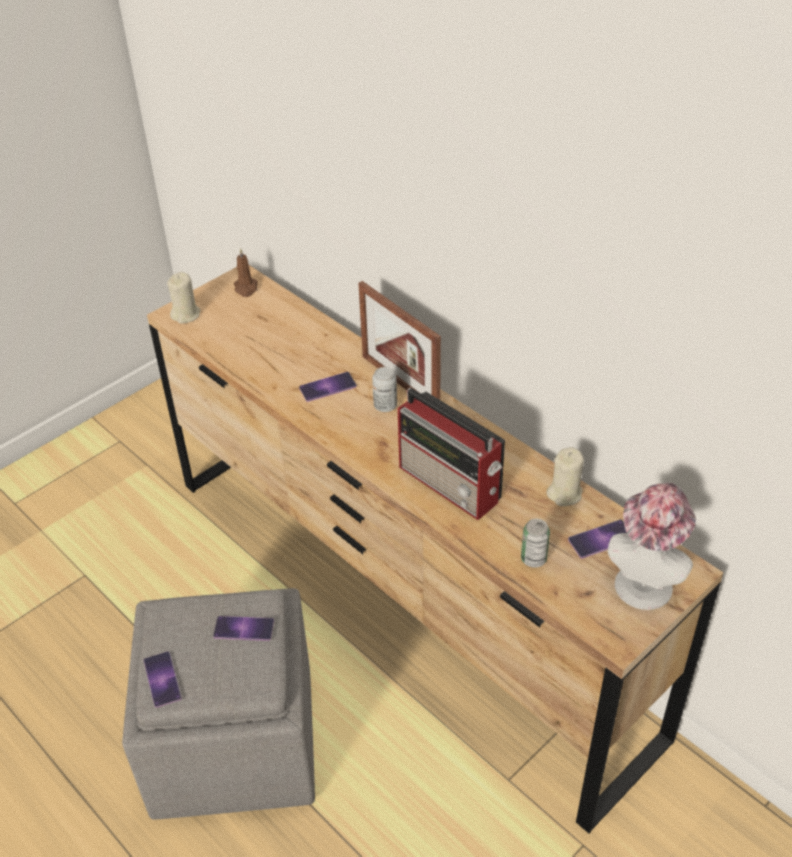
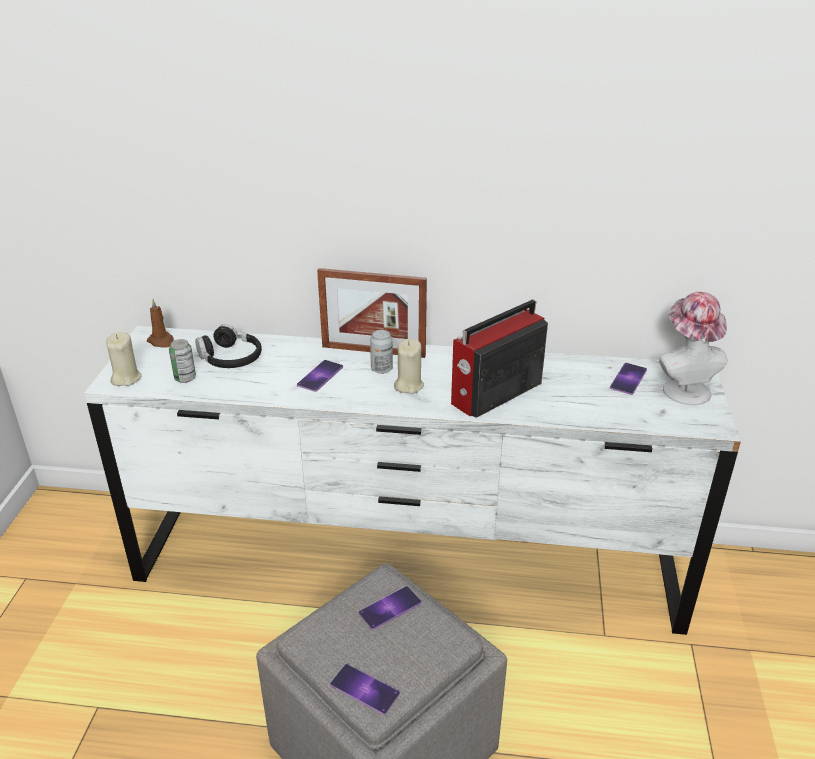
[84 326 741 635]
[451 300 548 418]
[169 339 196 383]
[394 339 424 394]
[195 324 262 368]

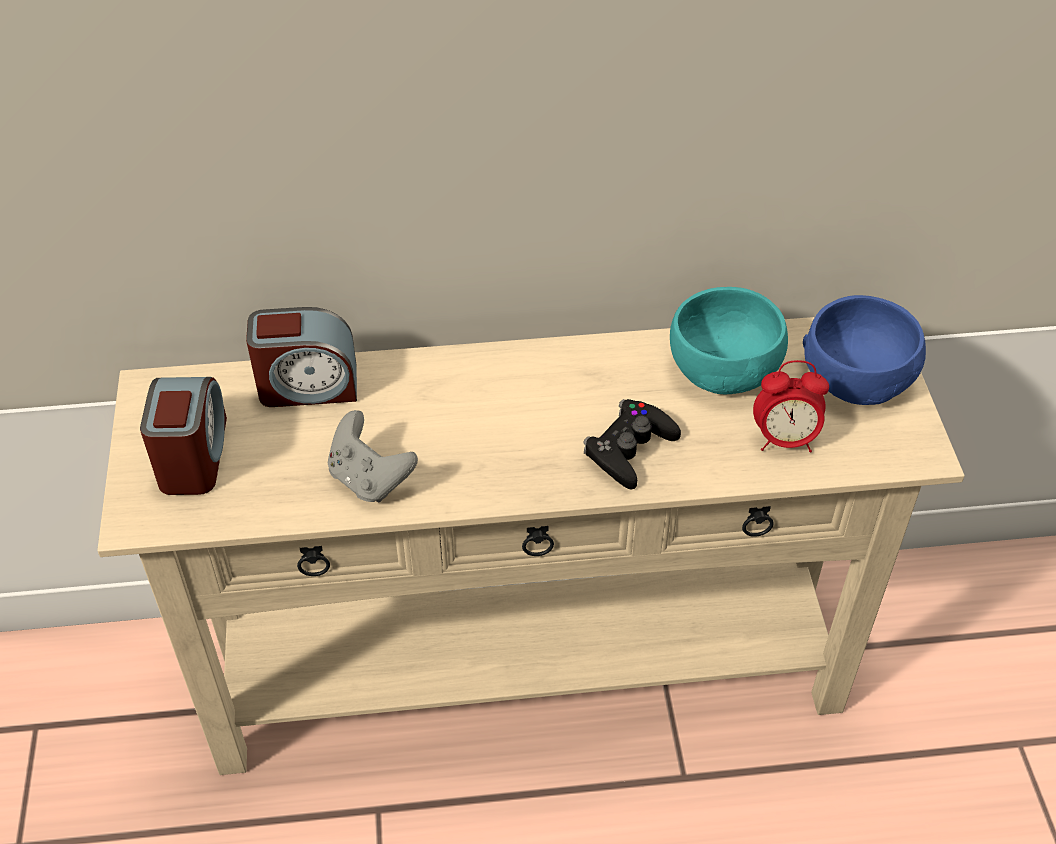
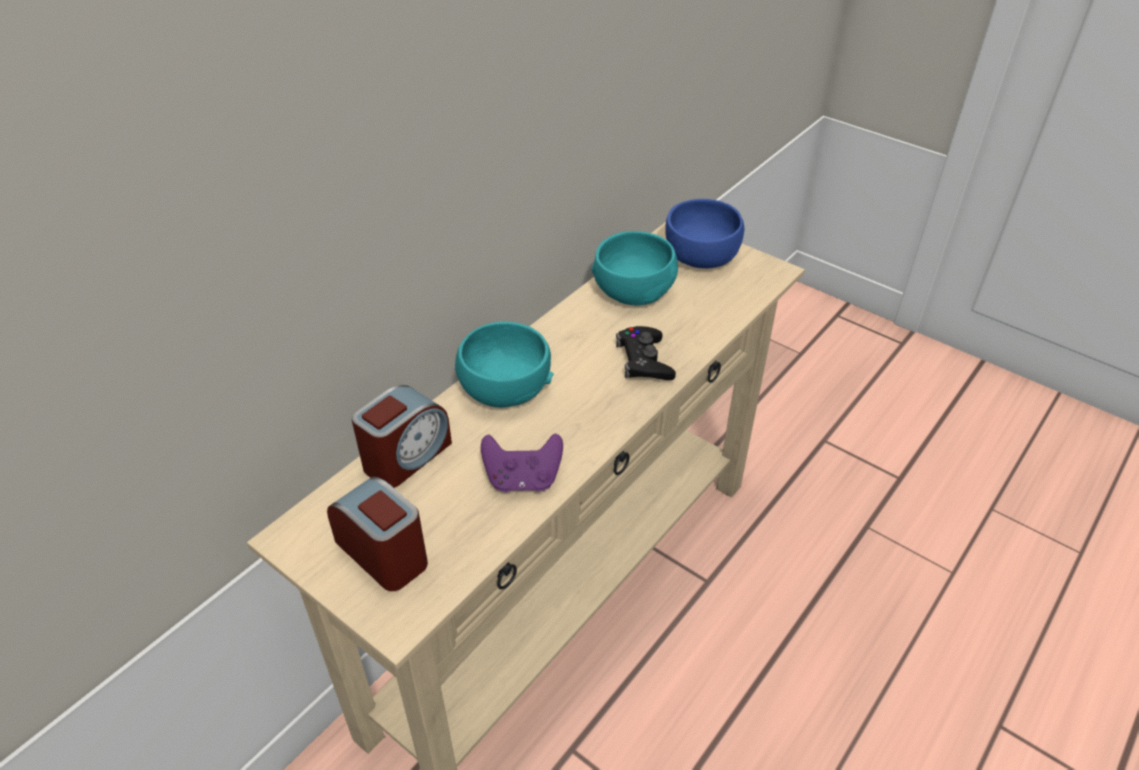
[481 433 563 492]
[753 360 829 452] (first image)
[455 321 554 407]

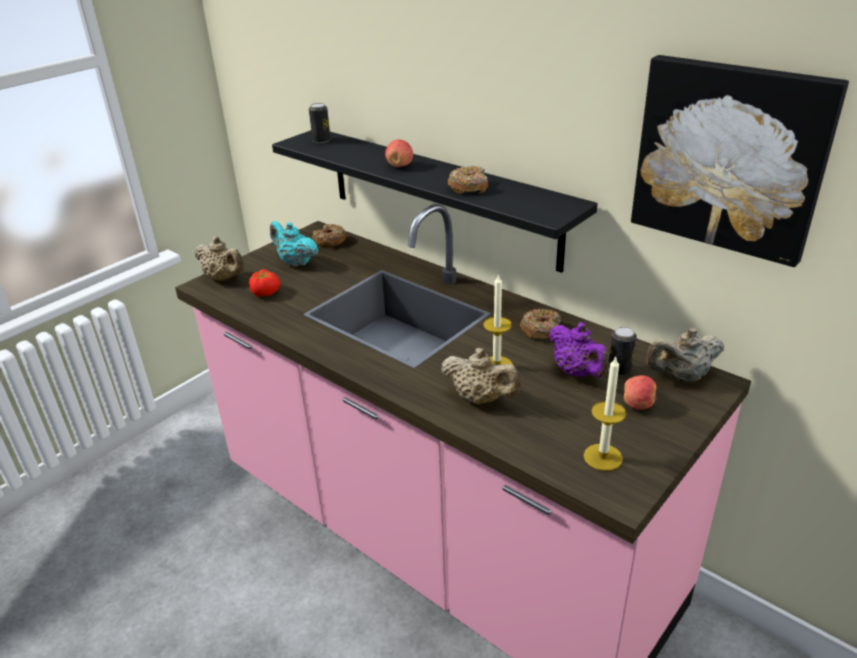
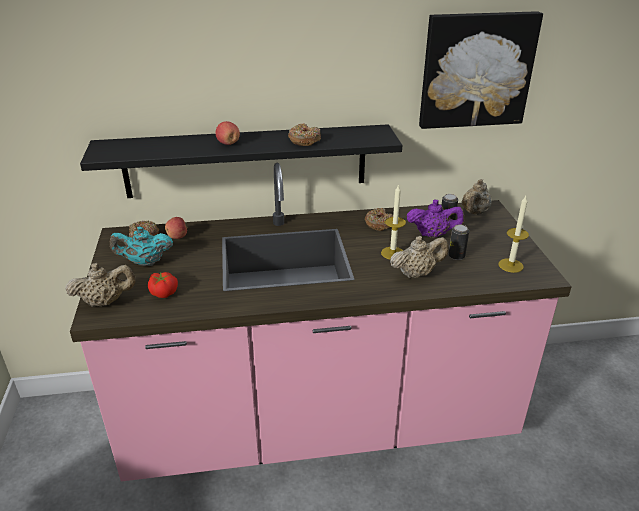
[448 224 469 260]
[165 217 188 239]

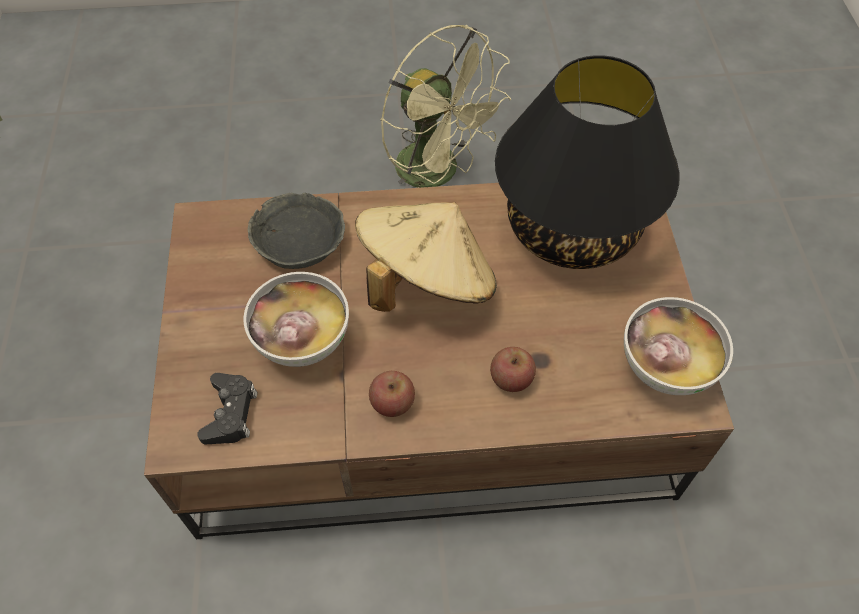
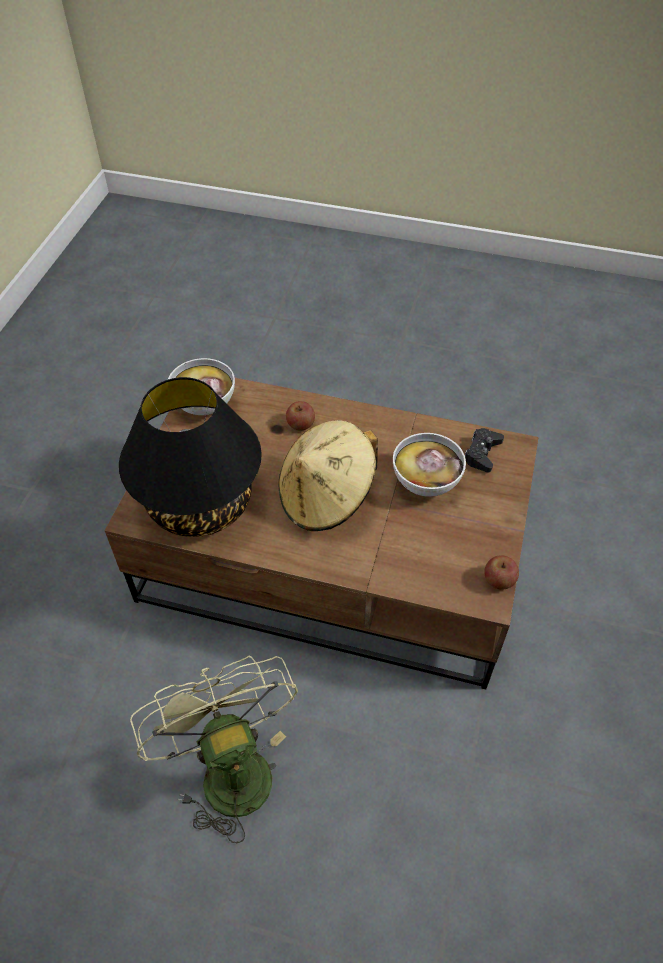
[248 192 345 269] (first image)
[484 555 519 590]

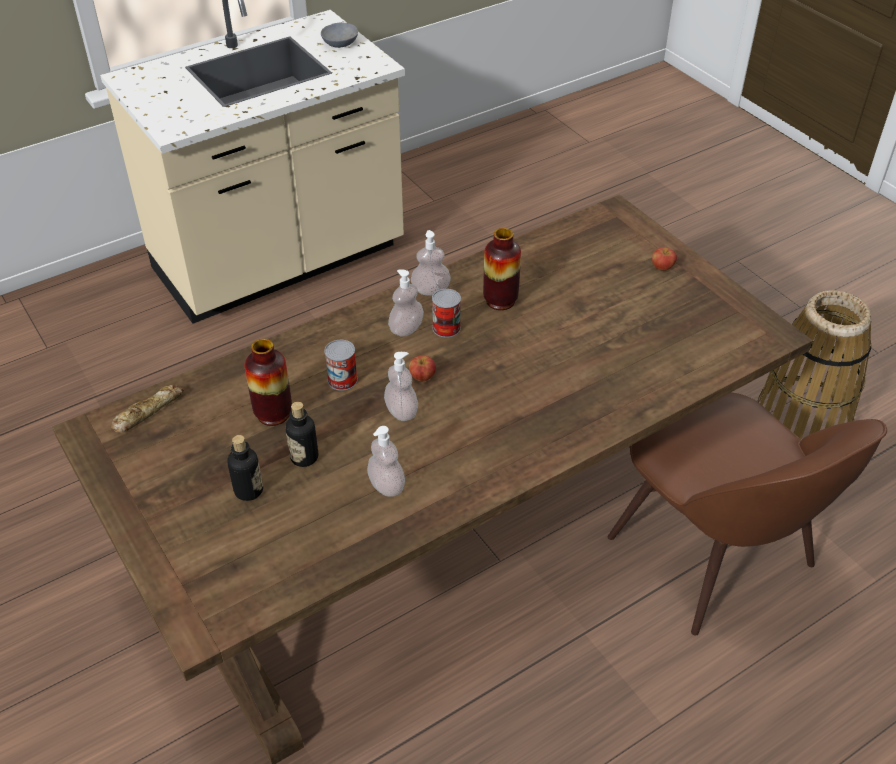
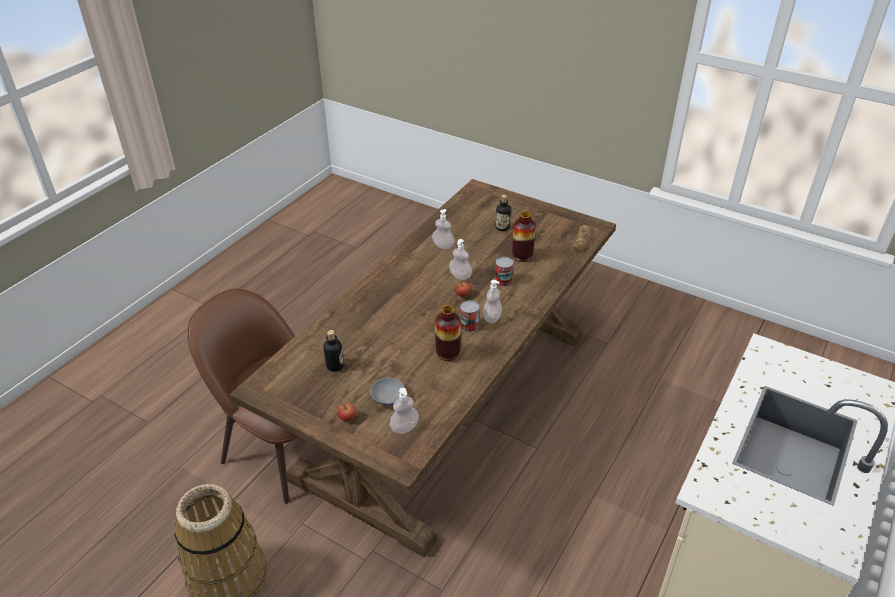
[323 330 344 372]
[370 378 405 406]
[390 388 419 434]

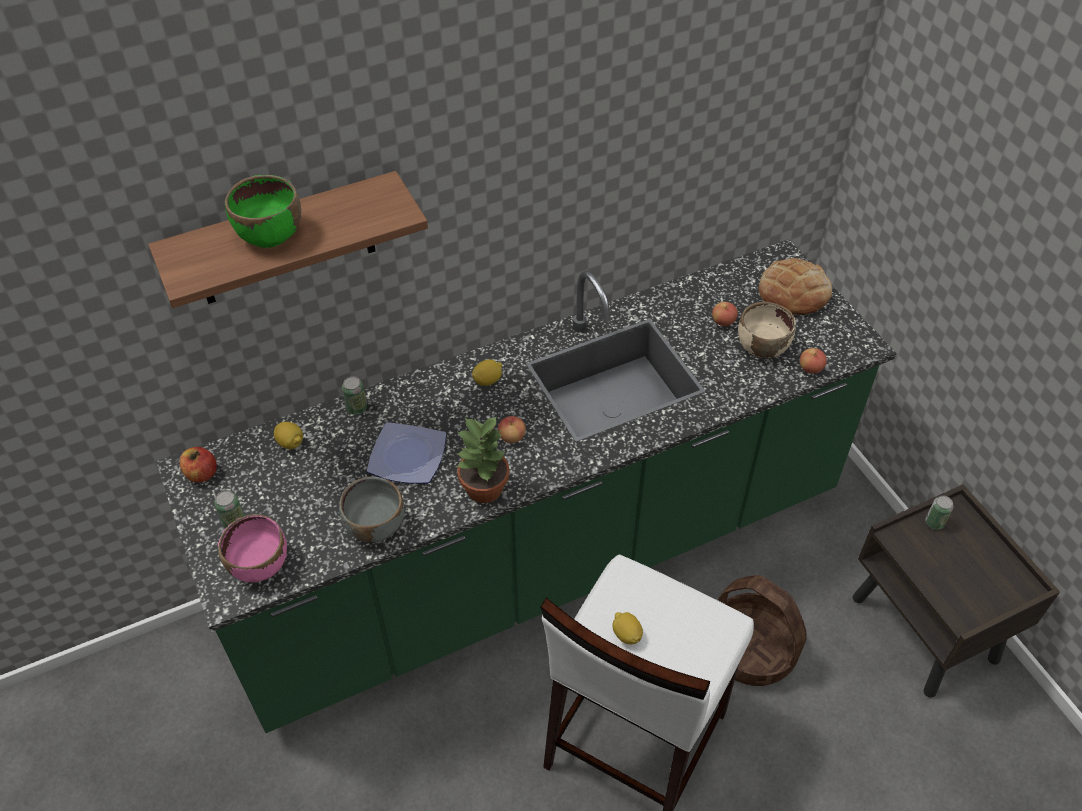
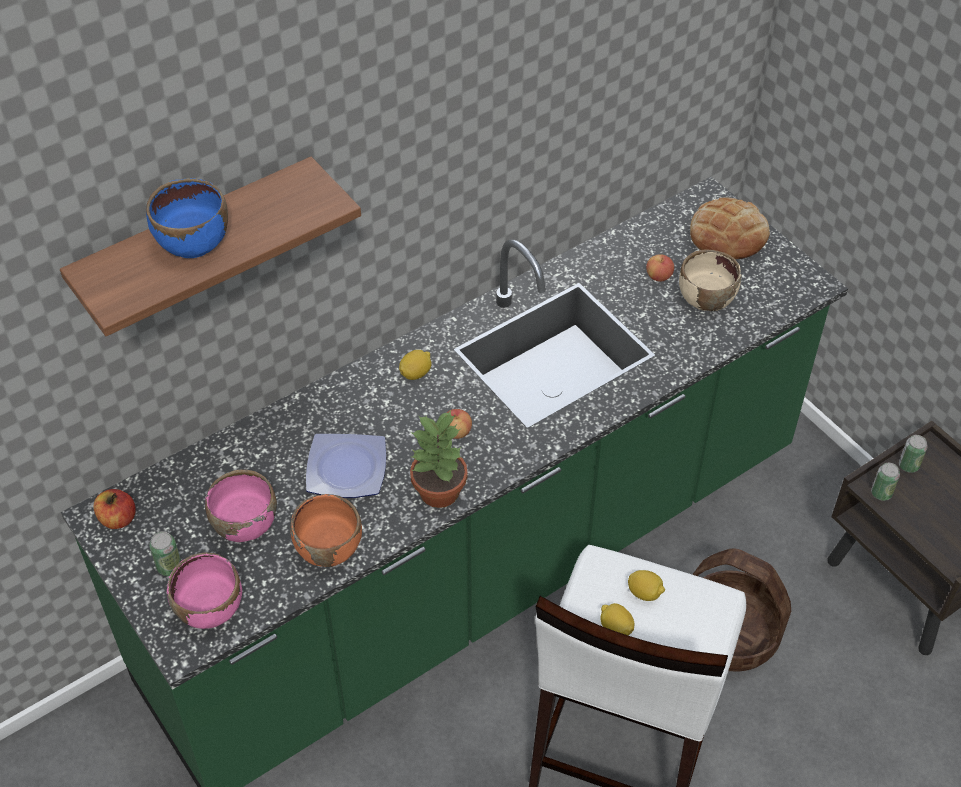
[146 178 228 258]
[628 570 665 601]
[290 494 362 567]
[871 463 900 501]
[800 348 827 374] (first image)
[205 470 277 542]

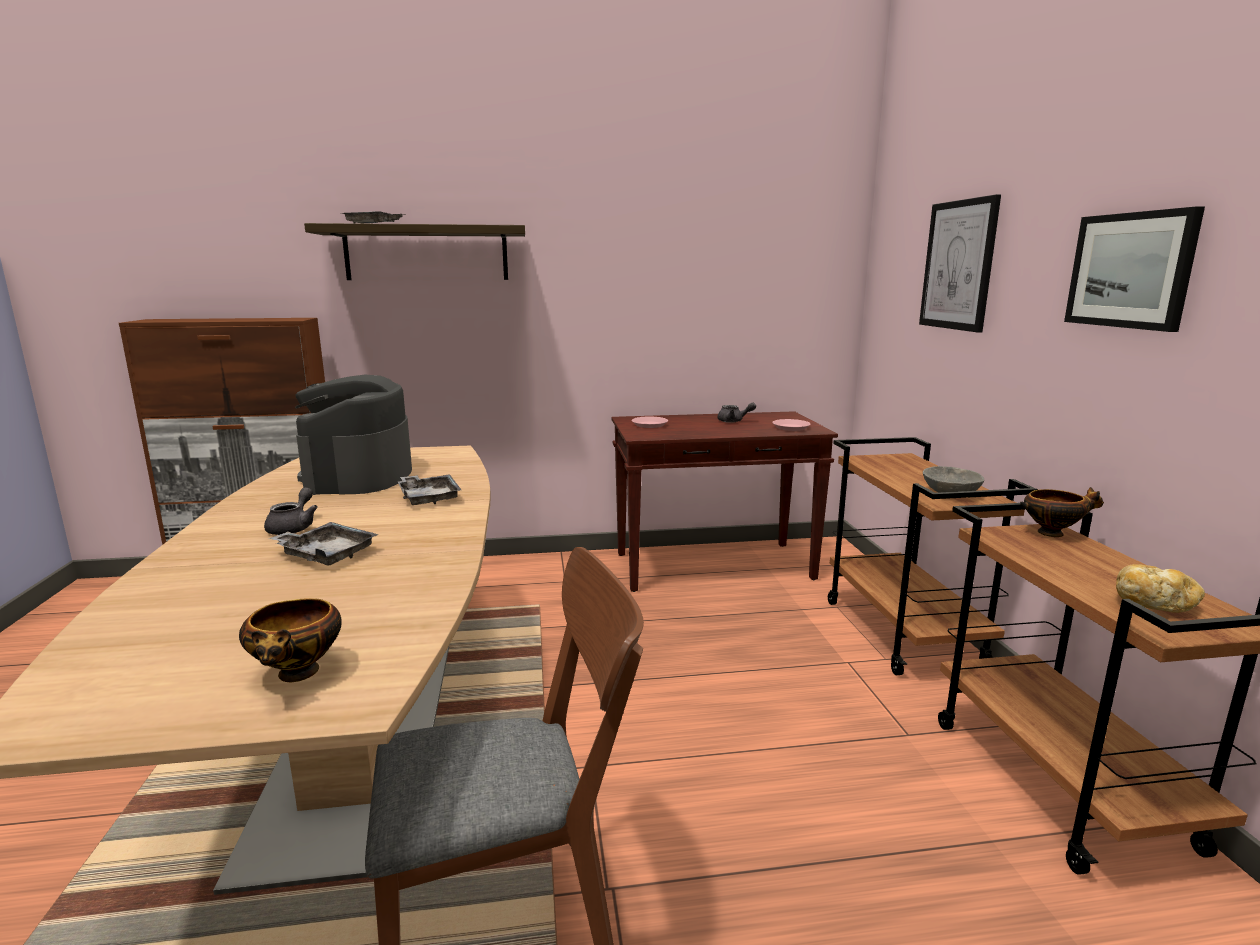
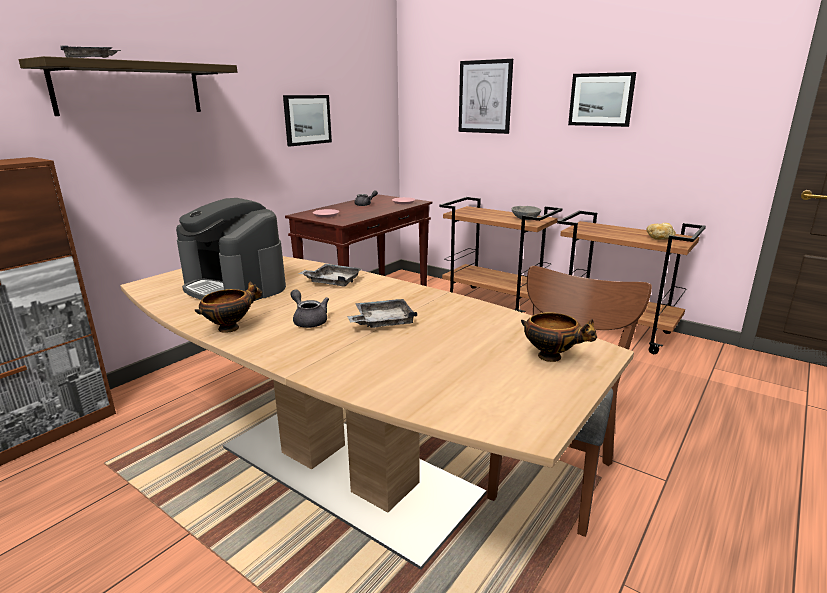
[194 281 262 333]
[283 95 332 147]

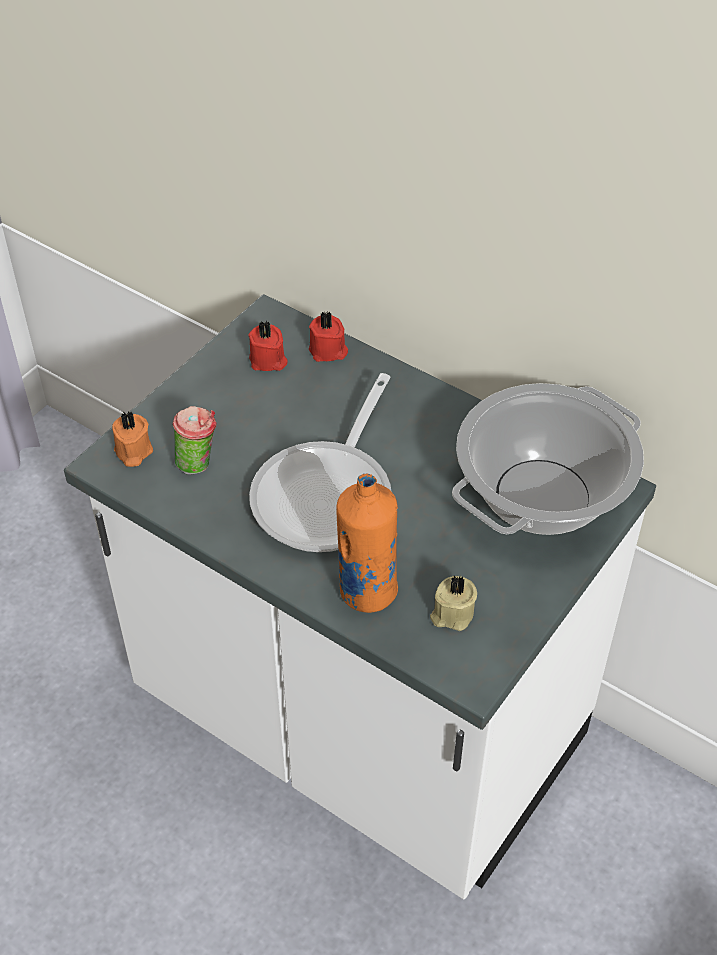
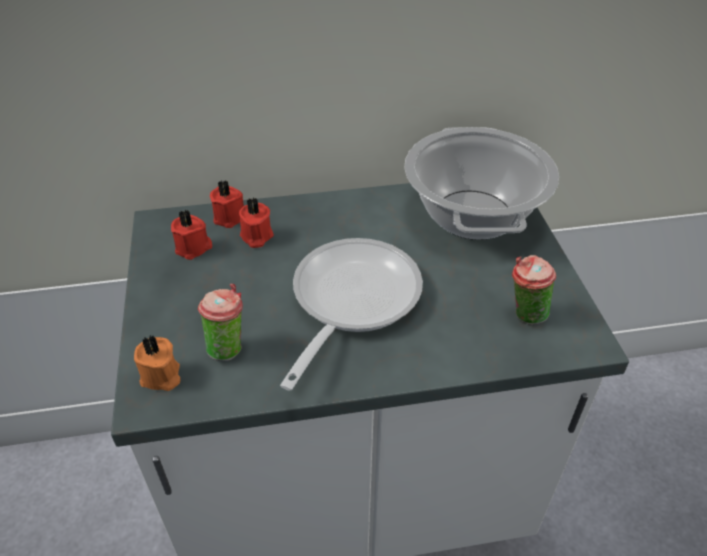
[280 238 423 390]
[336 474 398 613] (first image)
[512 255 556 324]
[239 198 274 248]

